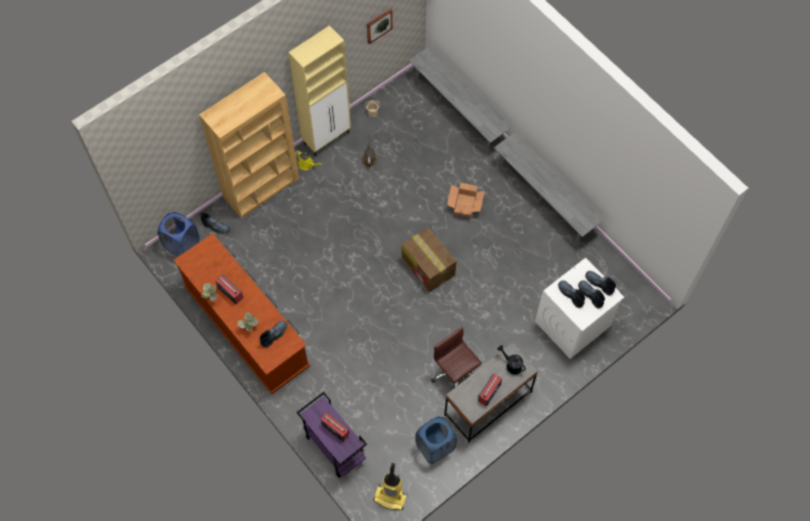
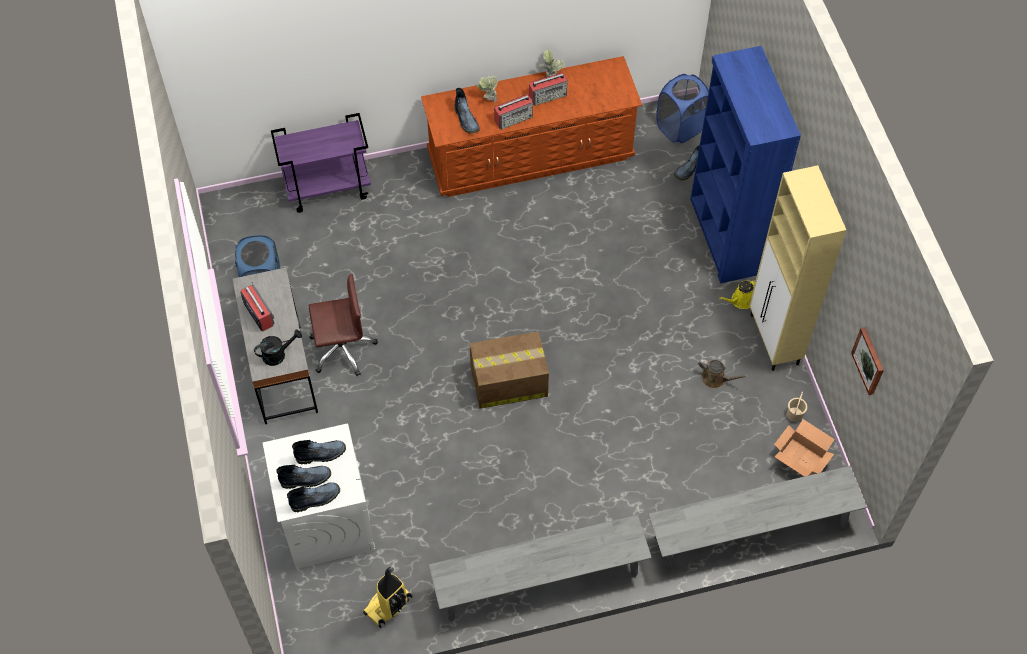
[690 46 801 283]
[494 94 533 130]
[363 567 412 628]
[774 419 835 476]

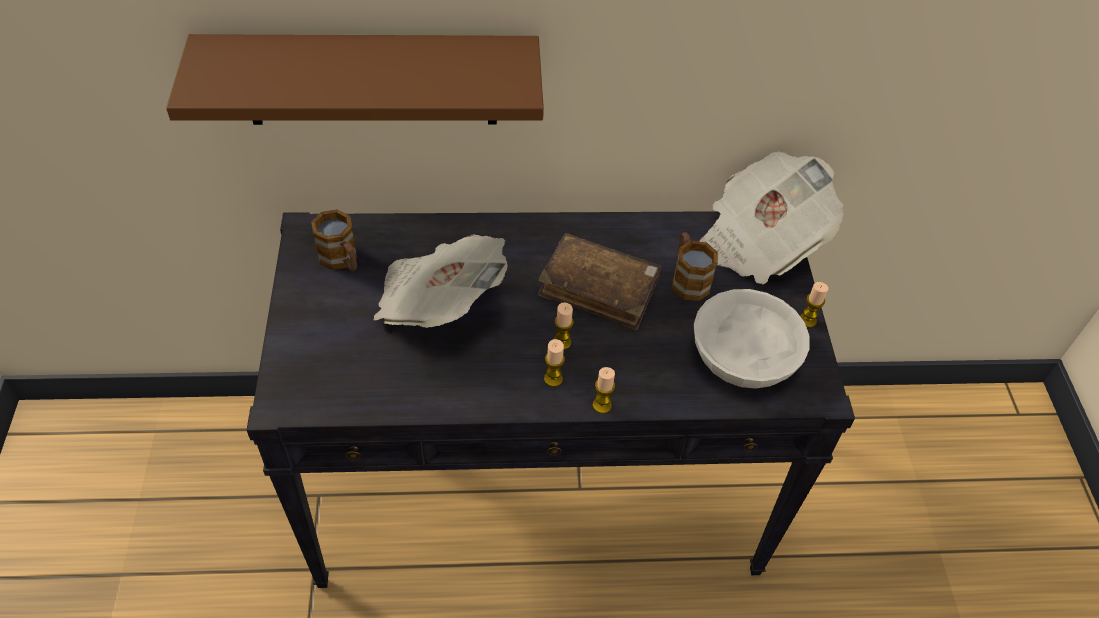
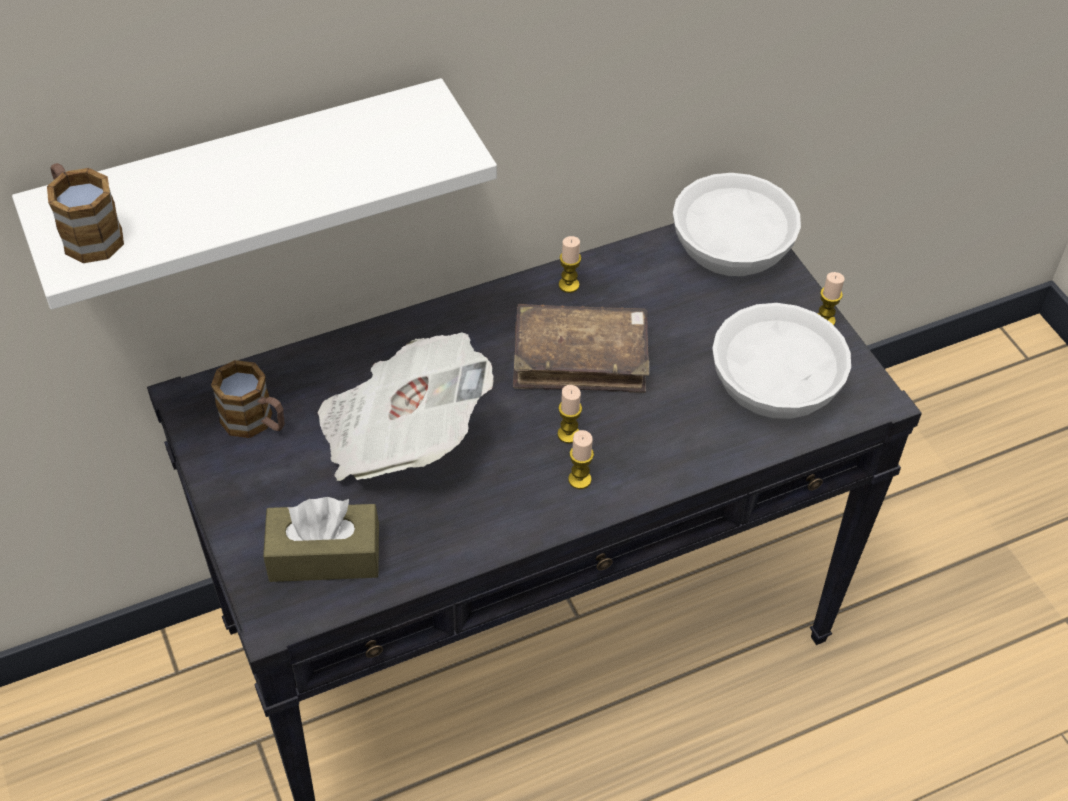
[12 78 497 310]
[559 236 581 293]
[47 163 124 263]
[673 173 801 276]
[263 497 379 582]

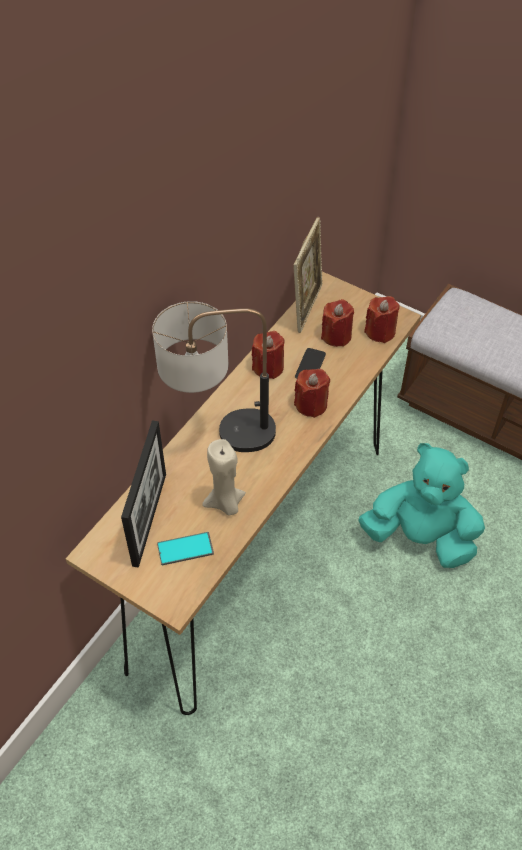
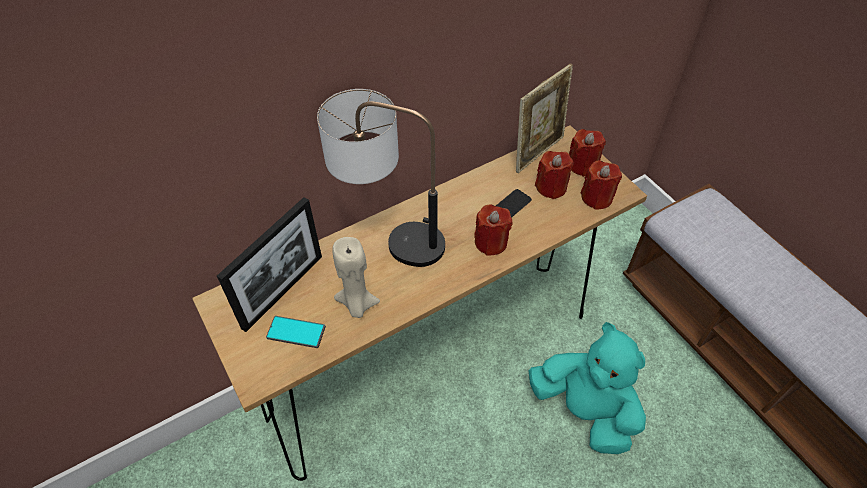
[569 129 606 177]

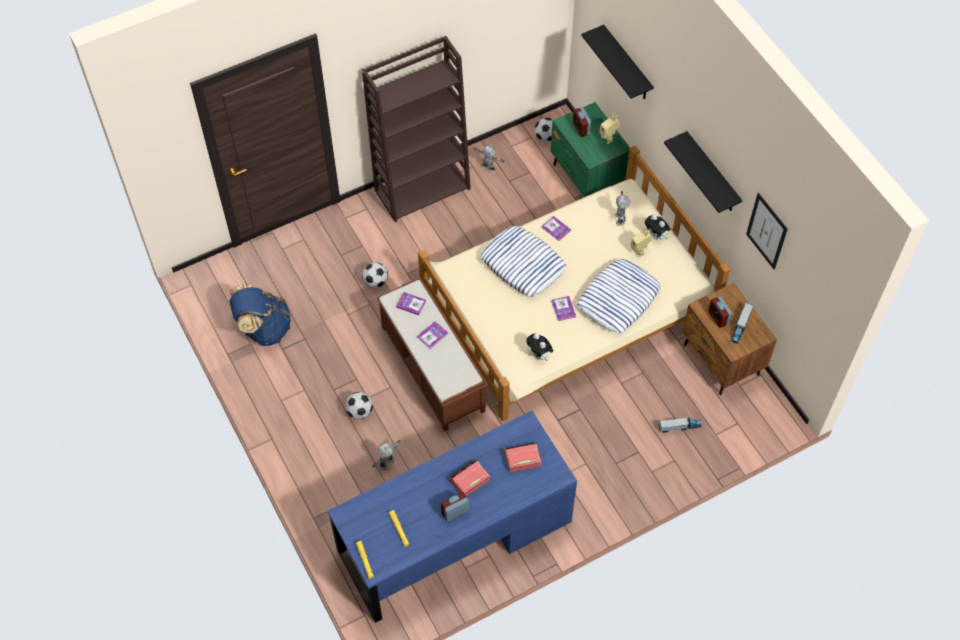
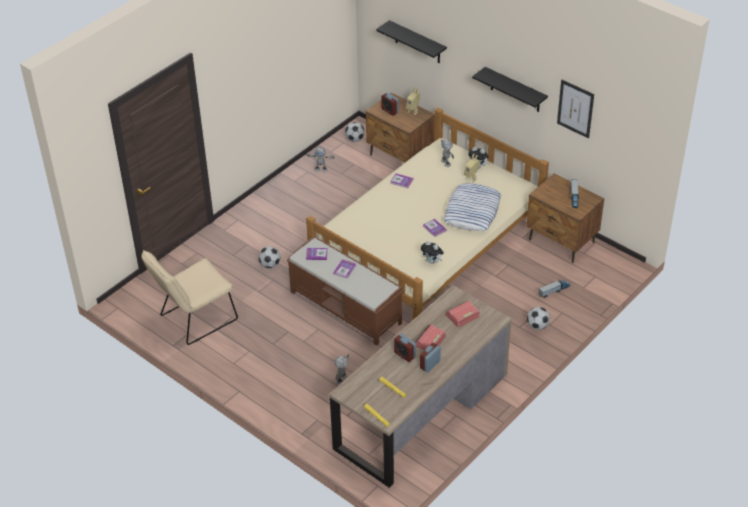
[141 250 238 345]
[329 285 512 488]
[527 307 550 330]
[362 36 471 222] (first image)
[480 226 566 297] (first image)
[366 93 435 162]
[394 334 416 362]

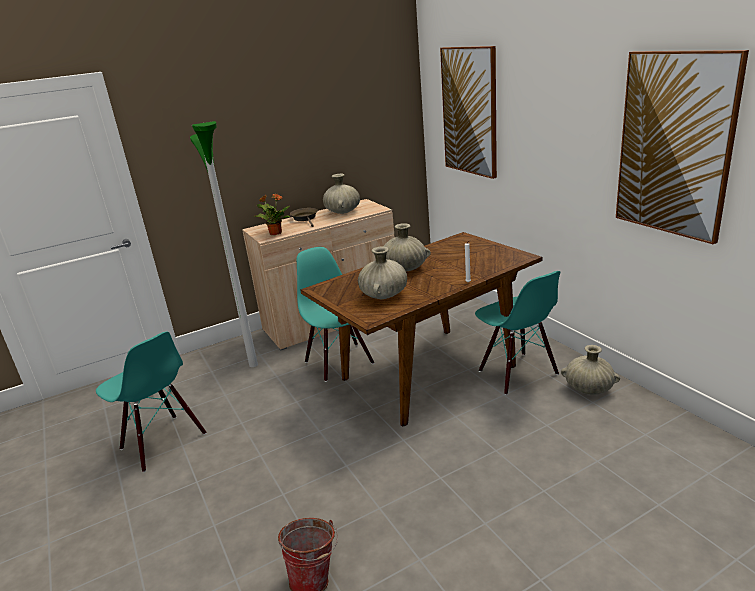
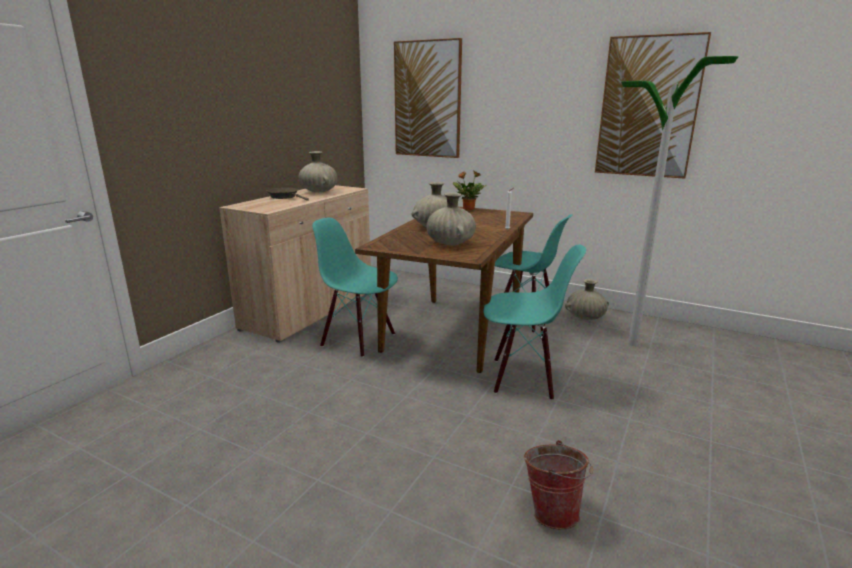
[483 244 586 400]
[621 56 738 346]
[453 170 487 210]

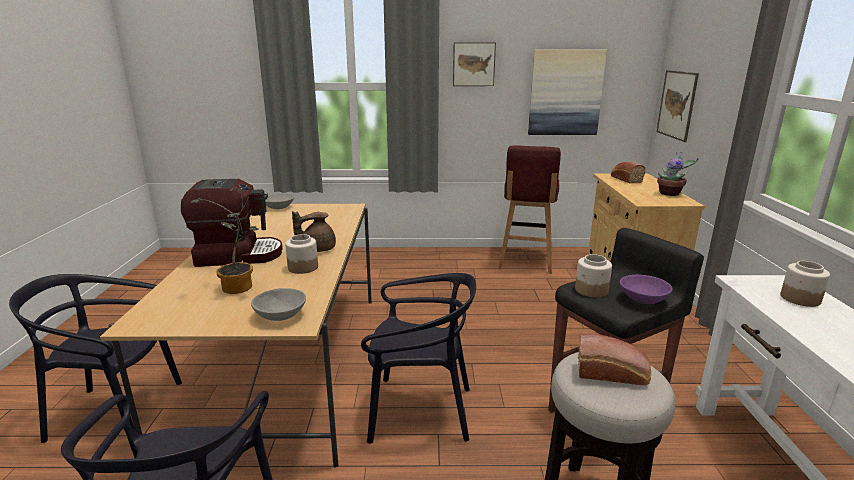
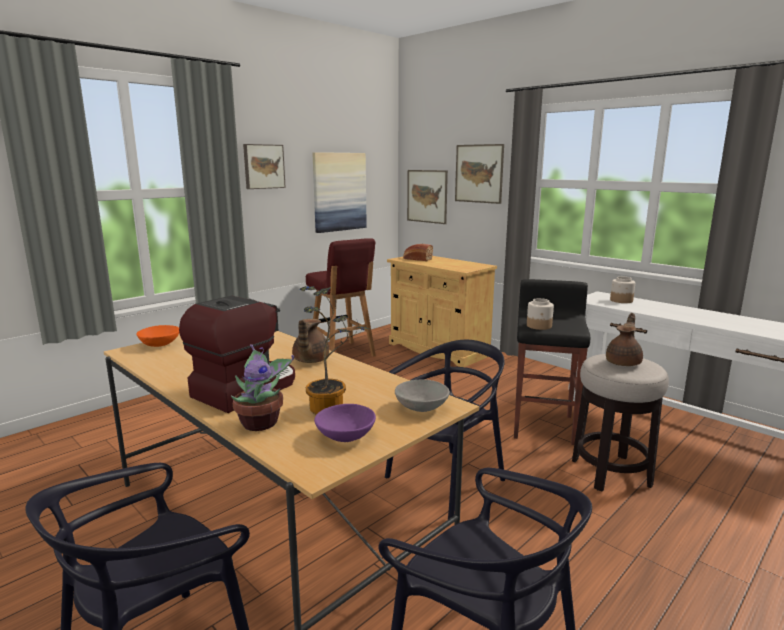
[136 325 179 347]
[285 234 318 274] (first image)
[606 313 643 366]
[314 404 376 442]
[231 344 294 431]
[455 144 504 204]

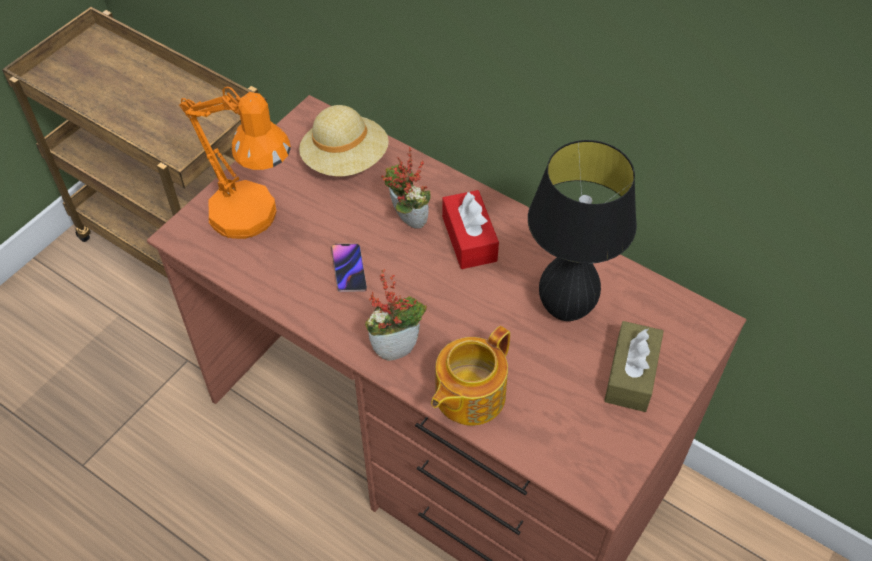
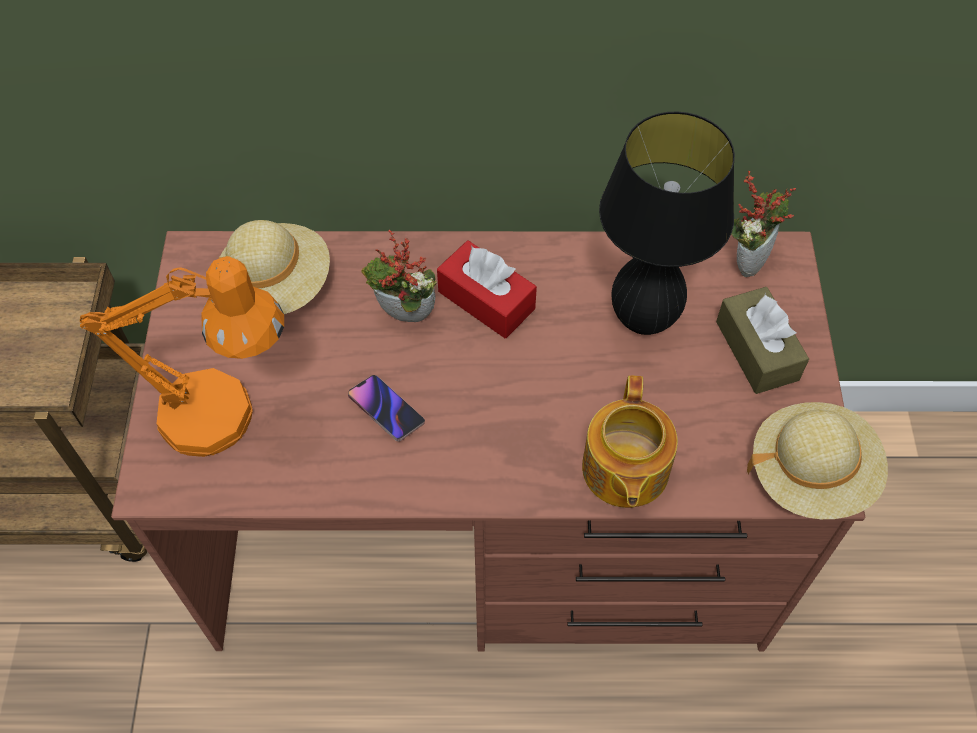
[731 171 796 277]
[747 402 888 519]

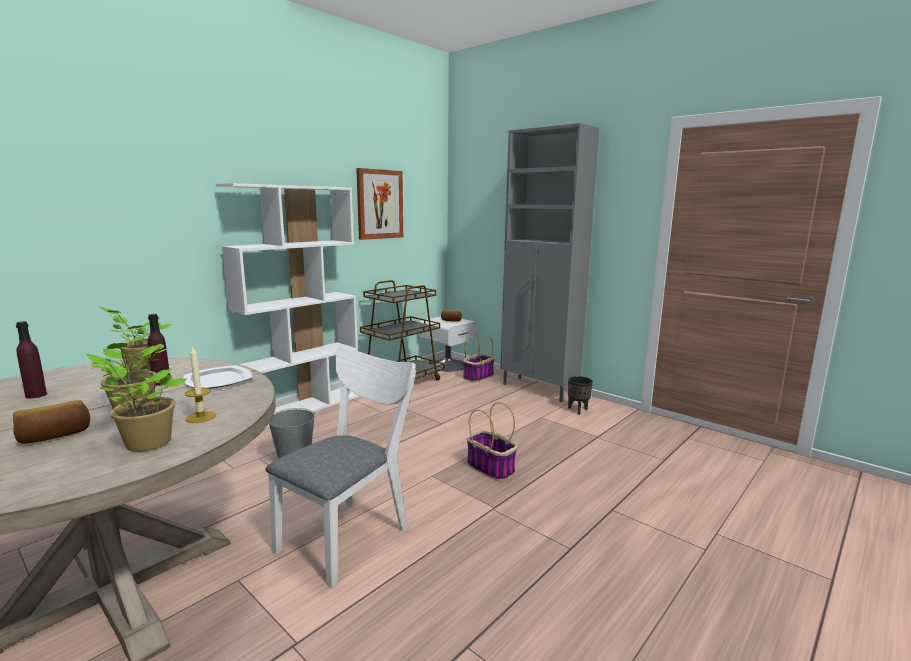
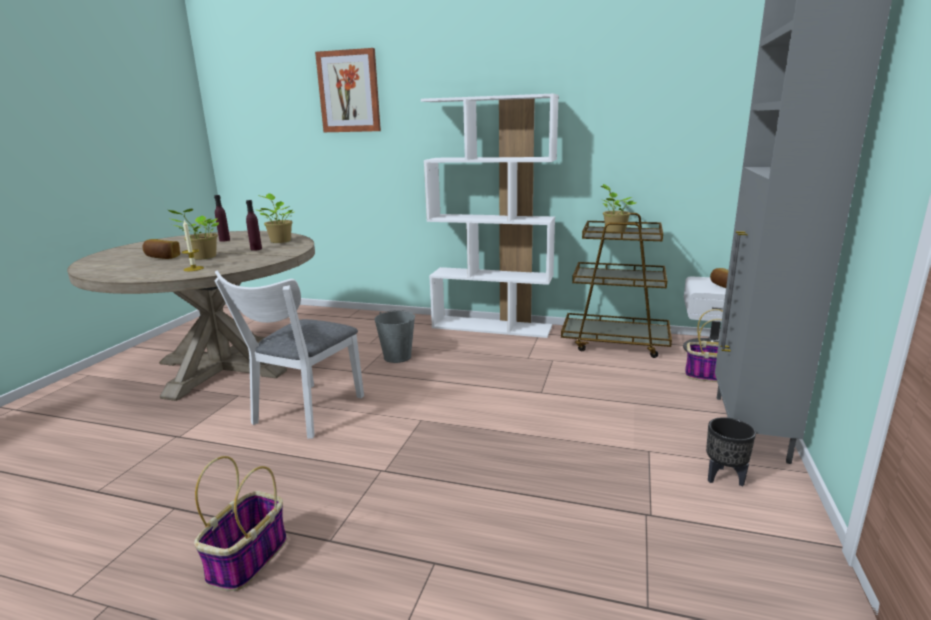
[601 184 636 232]
[183 365 253 388] (first image)
[215 270 364 439]
[315 48 381 132]
[194 456 287 591]

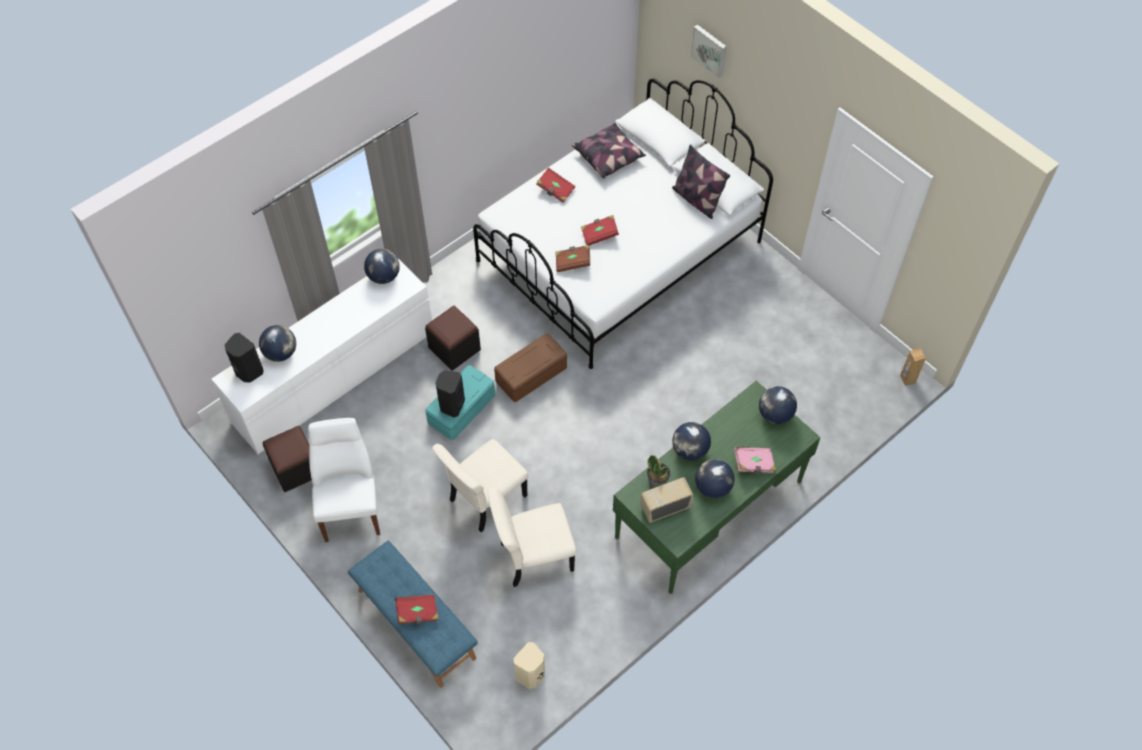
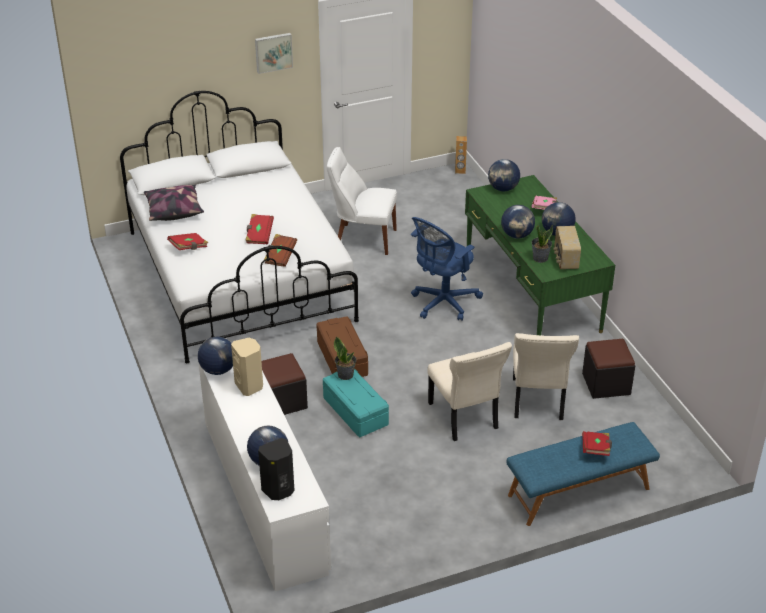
[582 339 635 399]
[327 147 397 255]
[435 370 465 417] (first image)
[231 338 263 396]
[672 144 731 219] (first image)
[255 33 293 74]
[334 337 356 380]
[411 217 483 321]

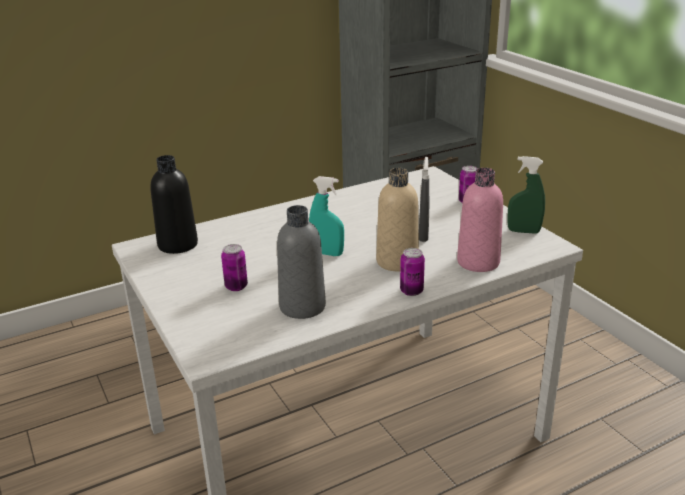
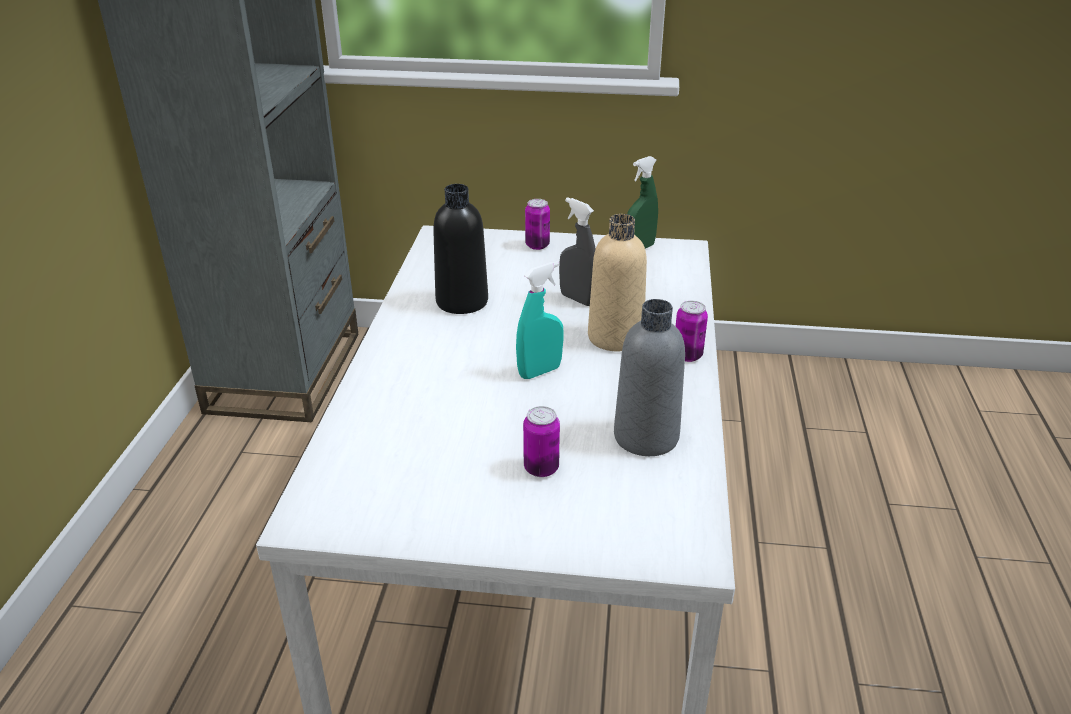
[433 184 488 314]
[457 168 503 272] (first image)

